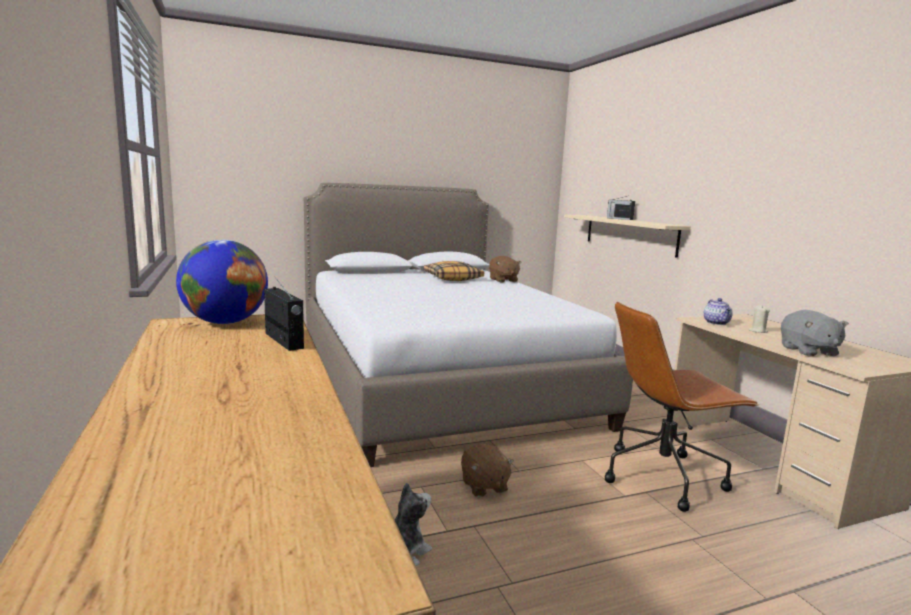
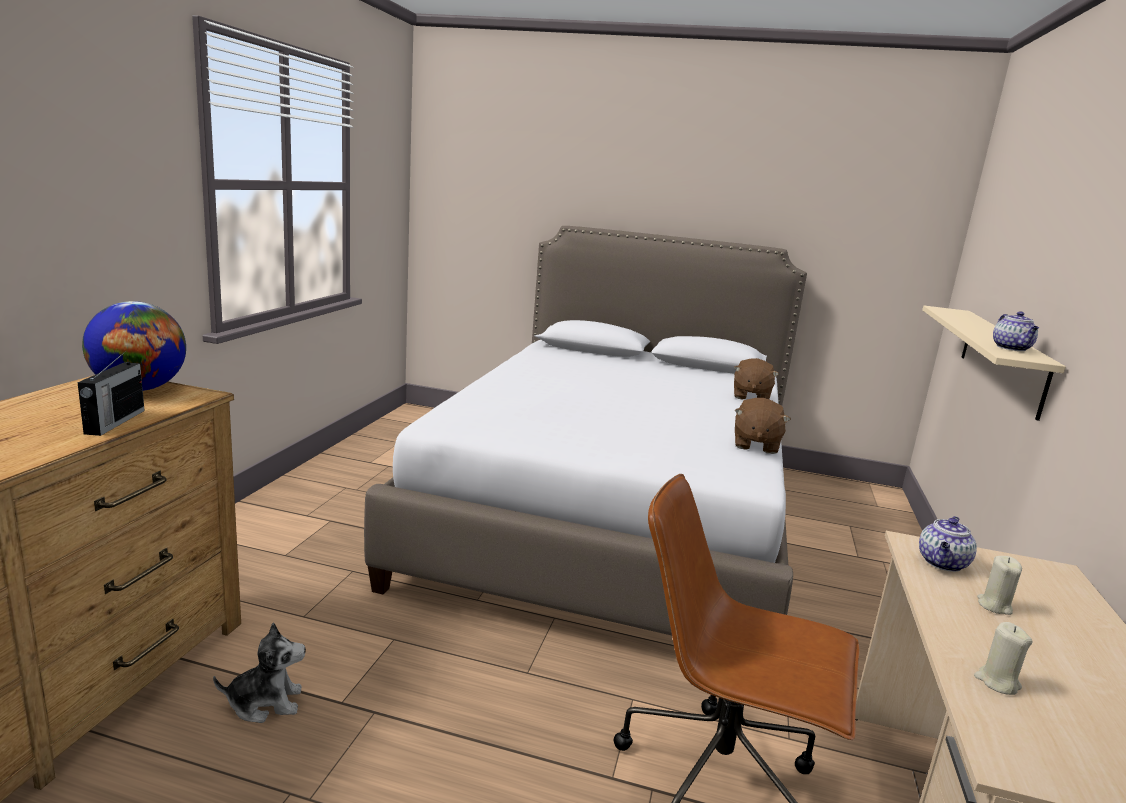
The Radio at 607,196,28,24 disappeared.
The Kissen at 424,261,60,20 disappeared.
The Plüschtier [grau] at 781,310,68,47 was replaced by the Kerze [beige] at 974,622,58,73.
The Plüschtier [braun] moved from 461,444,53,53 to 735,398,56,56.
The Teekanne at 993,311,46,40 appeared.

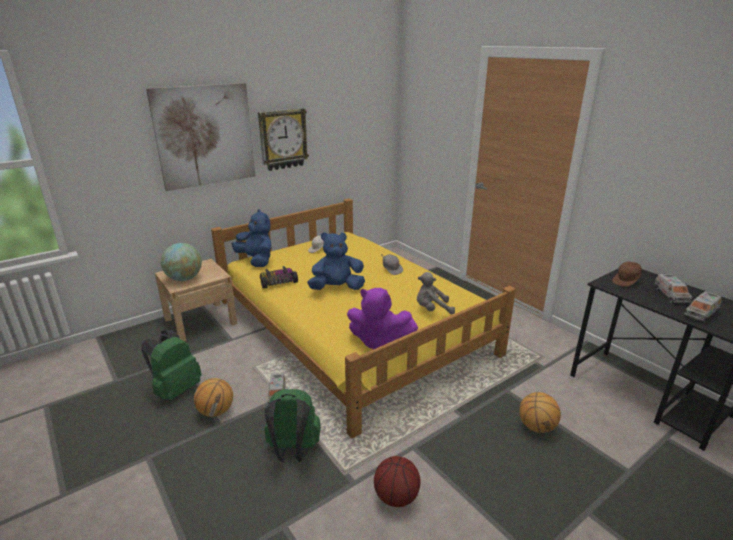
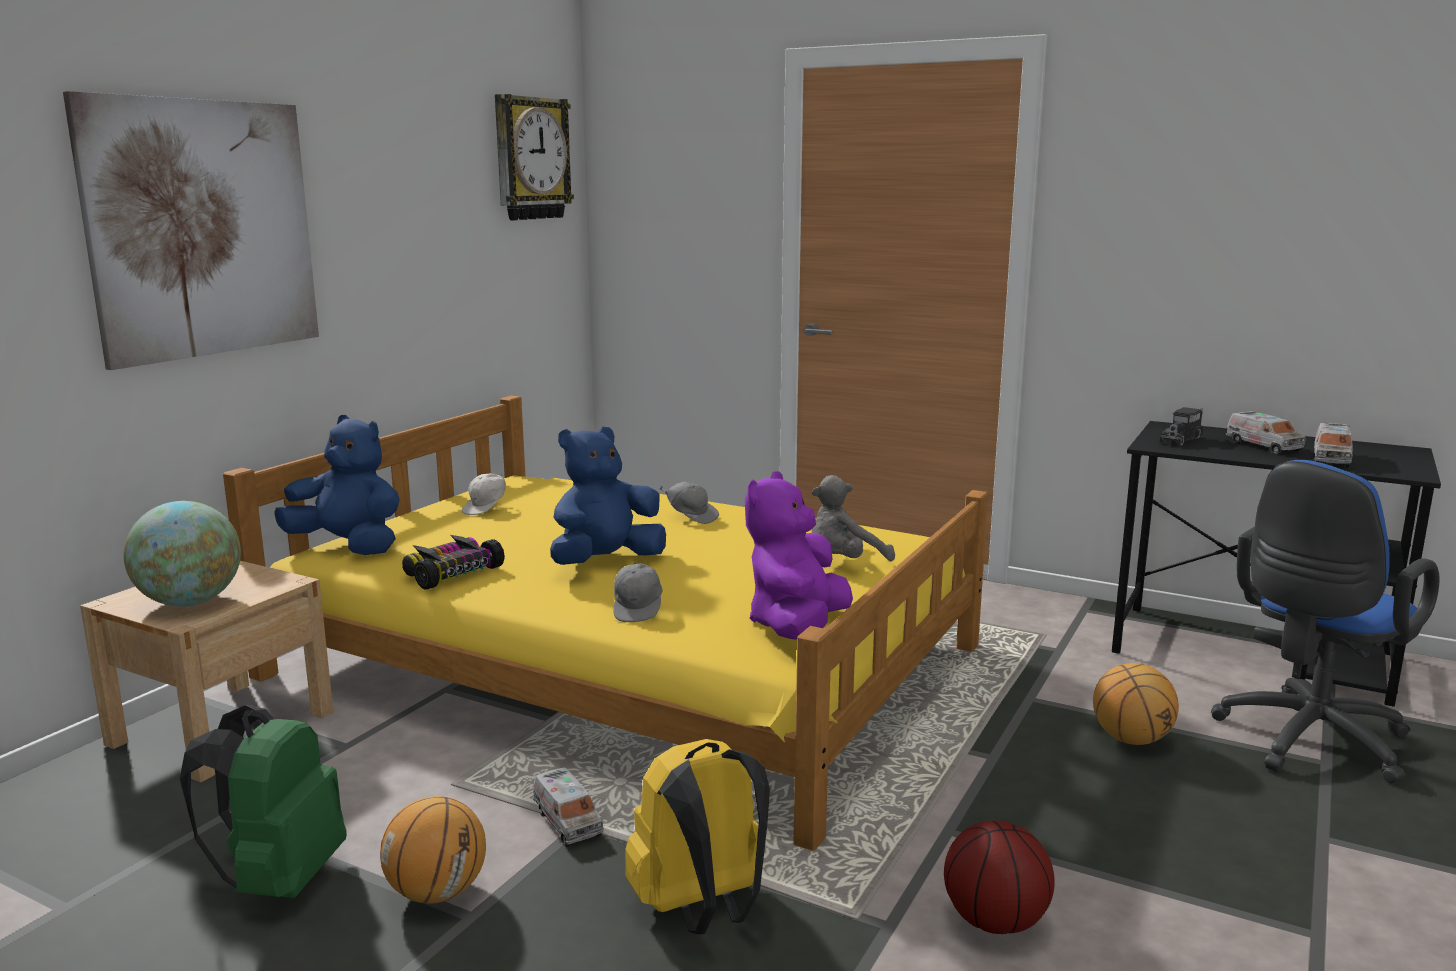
The Wanduhr moved from 258,108,51,63 to 495,94,79,126.
The Kappe [braun] at 612,262,30,25 was replaced by the Spielzeuglaster at 1160,407,43,40.
The Plüschtier [lila] at 347,288,71,62 turned 120 degrees clockwise.
The Rucksack [grün] at 265,389,56,73 became the Rucksack [gelb] at 625,739,145,195.
The Bürostuhl [blau] at 1211,460,229,324 appeared.
The Kappe [grau] at 613,561,50,61 appeared.

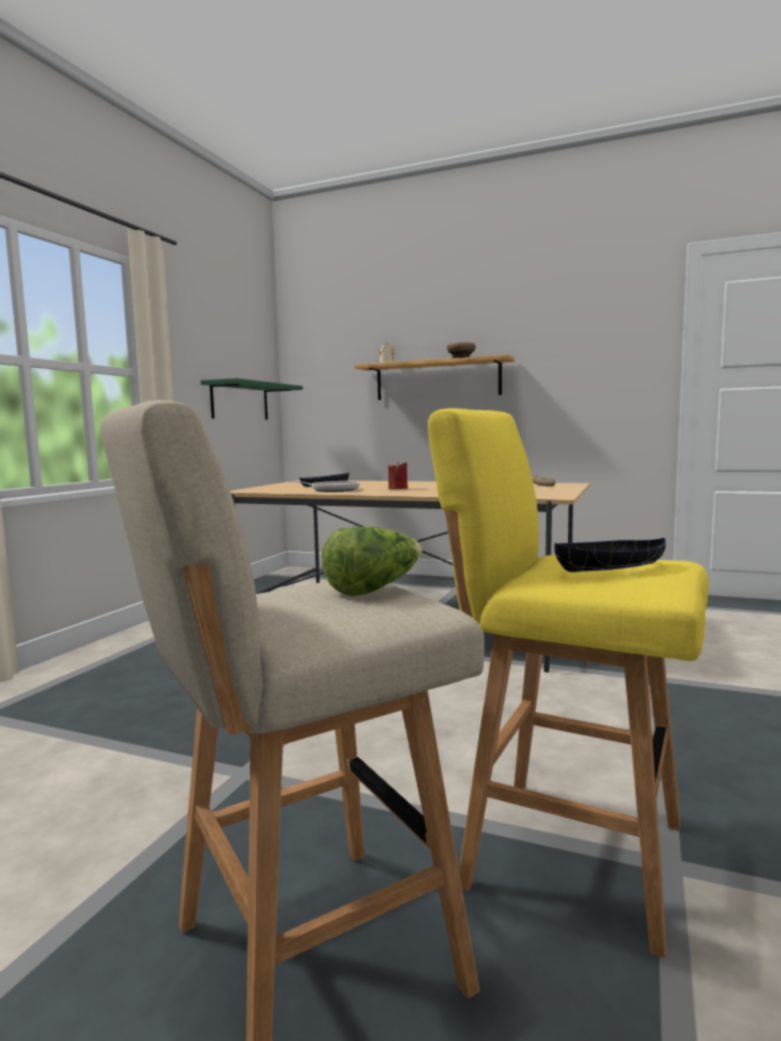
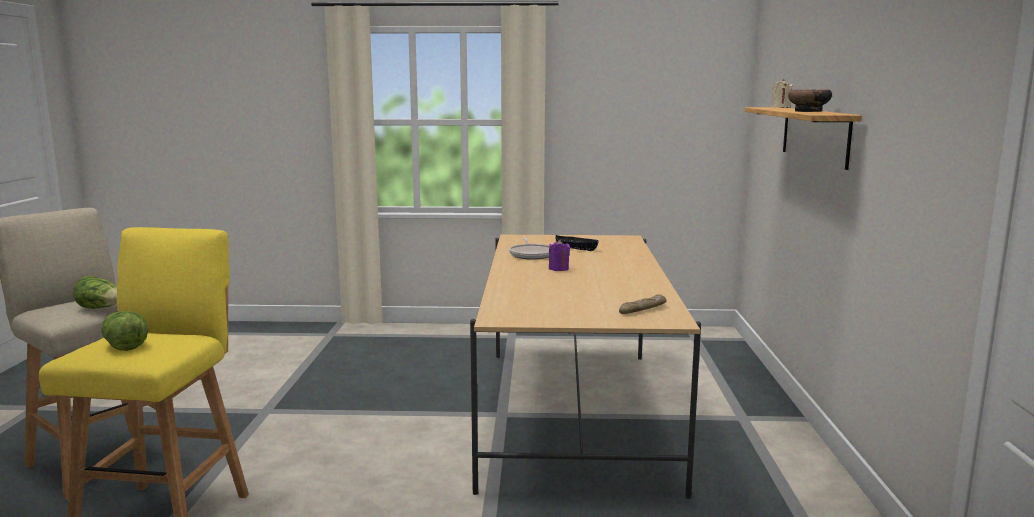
The Wandregal [grün] at 201,378,102,42 disappeared.
The Kerze [rot] at 388,460,20,29 became the Kerze [lila] at 549,240,21,31.
The Schüssel [schwarz] at 554,538,112,34 was replaced by the Salatkopf at 101,311,47,40.

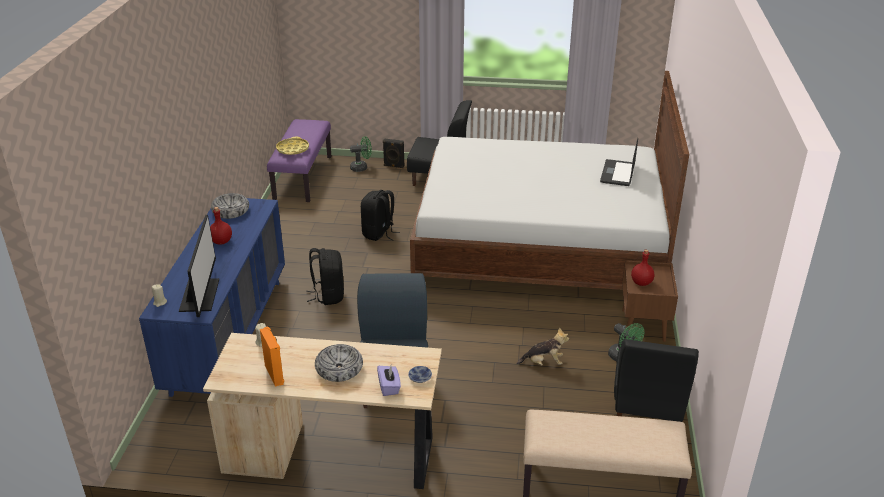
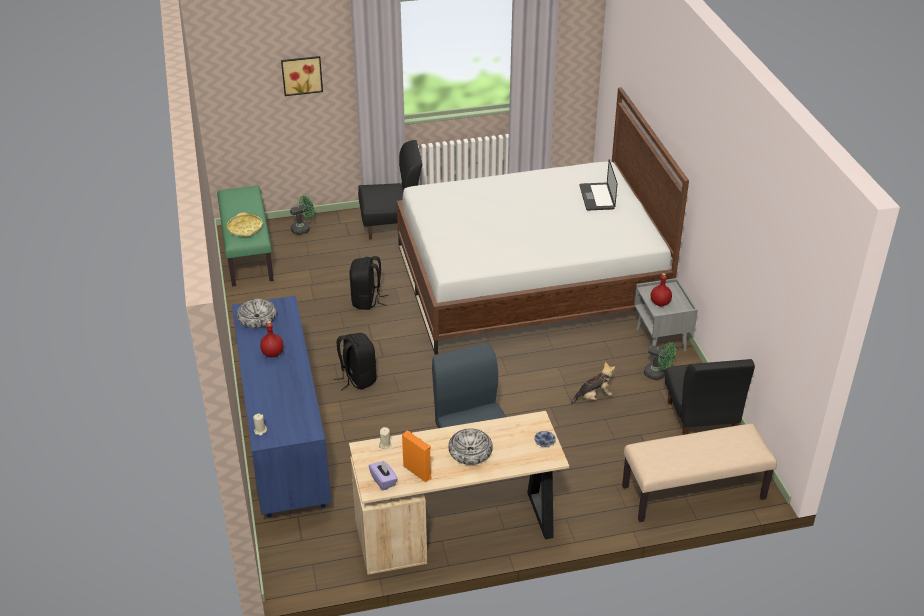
The Bank [lila] at 267,119,64,83 became the Bank [grün] at 217,186,57,100.
The Lautsprecher [schwarz] at 383,138,21,30 disappeared.
The Monitor at 179,215,40,102 disappeared.
The Nachttisch [braun] at 622,260,56,82 became the Nachttisch [grau] at 634,278,64,79.
The Taschentuchbox [lila] moved from 377,366,24,30 to 369,461,29,29.
The Bild at 281,56,42,40 appeared.

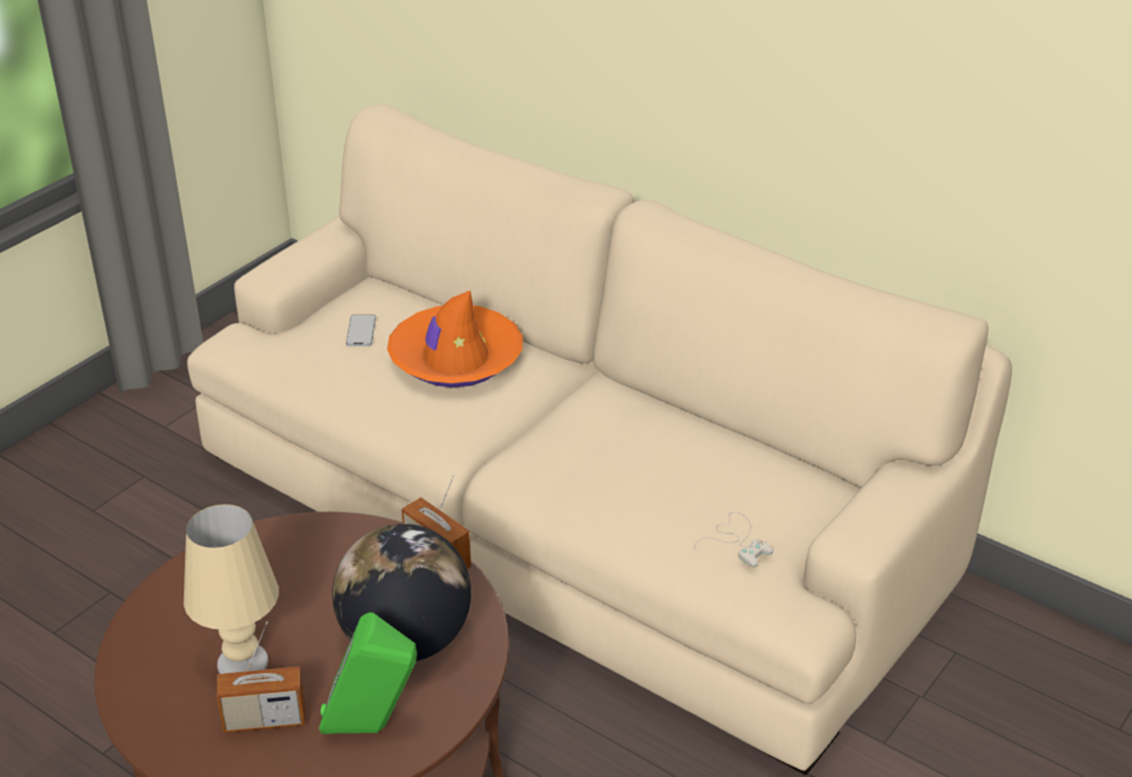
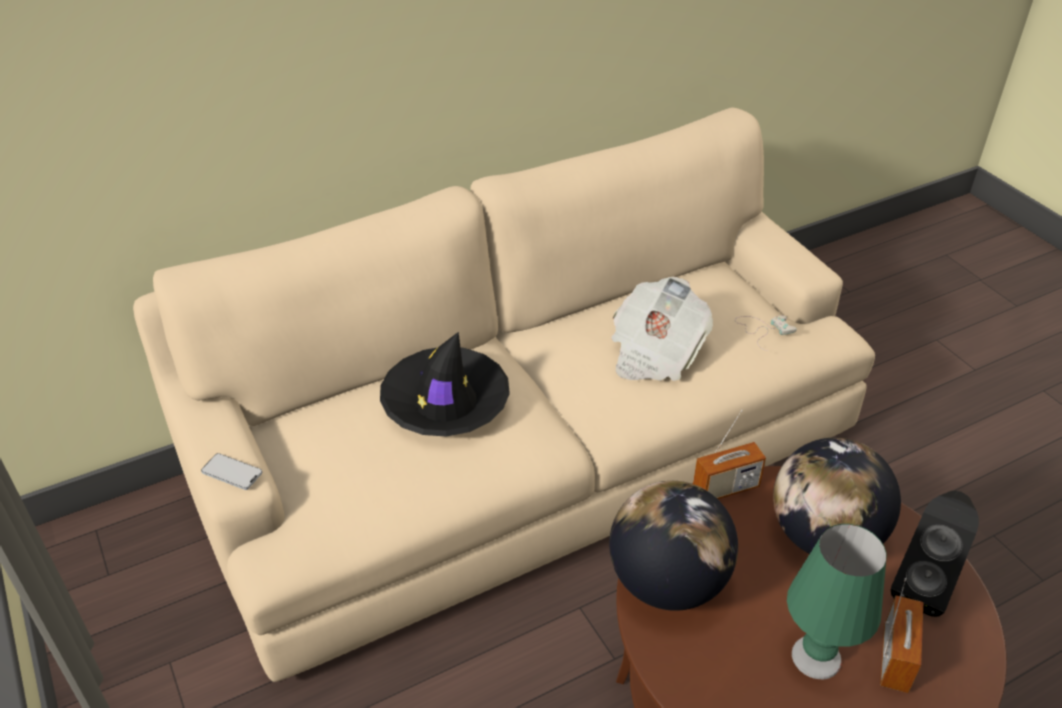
The Hut [orange] at 387,291,136,97 became the Hut [schwarz] at 380,332,130,104.
The Handy moved from 346,315,30,31 to 201,453,61,37.
The Tischlampe [beige] at 184,504,95,170 became the Tischlampe [grün] at 787,524,100,155.
The Lautsprecher [grün] at 319,612,98,122 became the Lautsprecher [schwarz] at 891,491,88,126.
The Zeitung at 611,277,102,104 appeared.
The Globus at 609,481,129,130 appeared.

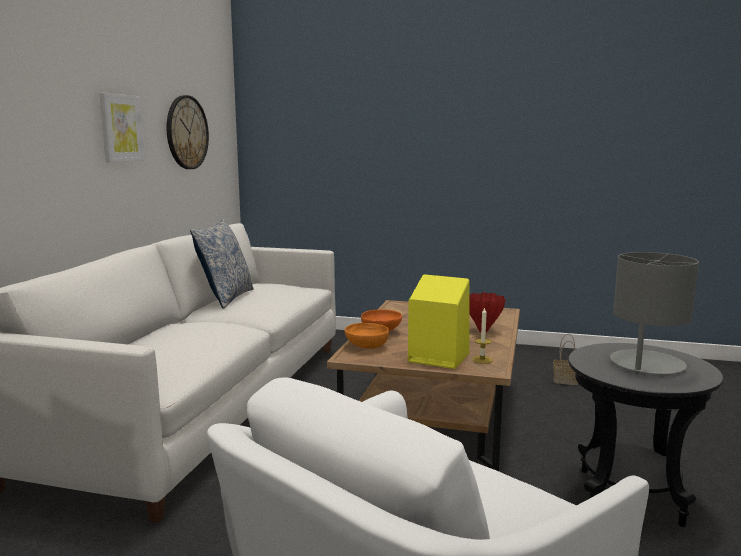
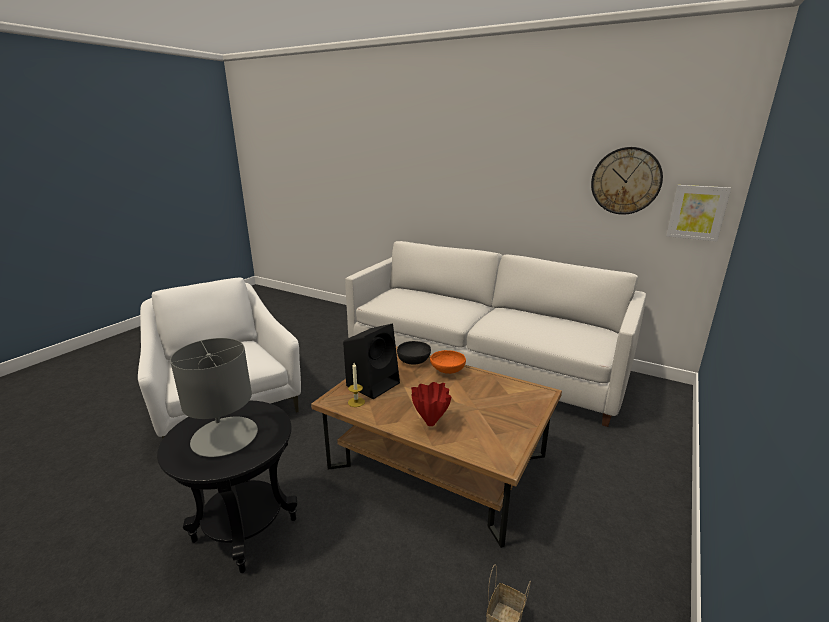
The Bild moved from 100,93,45,69 to 667,185,64,57.
The Kissen at 190,219,64,90 disappeared.
The Lautsprecher [gelb] at 408,274,62,95 became the Lautsprecher [schwarz] at 343,324,57,75.
The Schüssel [orange] at 345,323,44,26 became the Schüssel [schwarz] at 397,341,34,24.

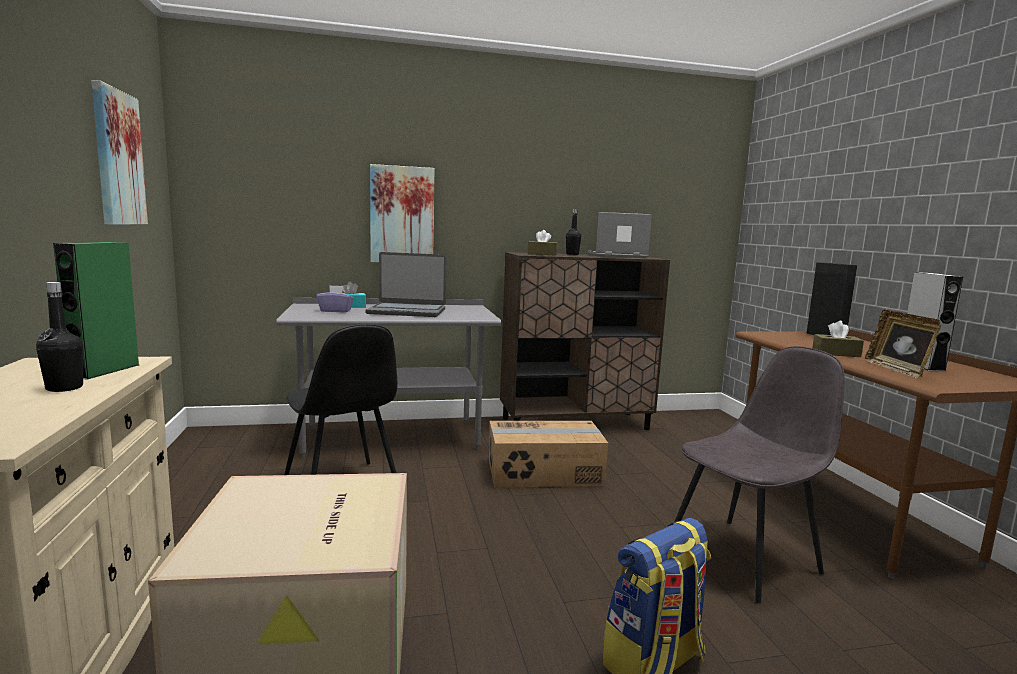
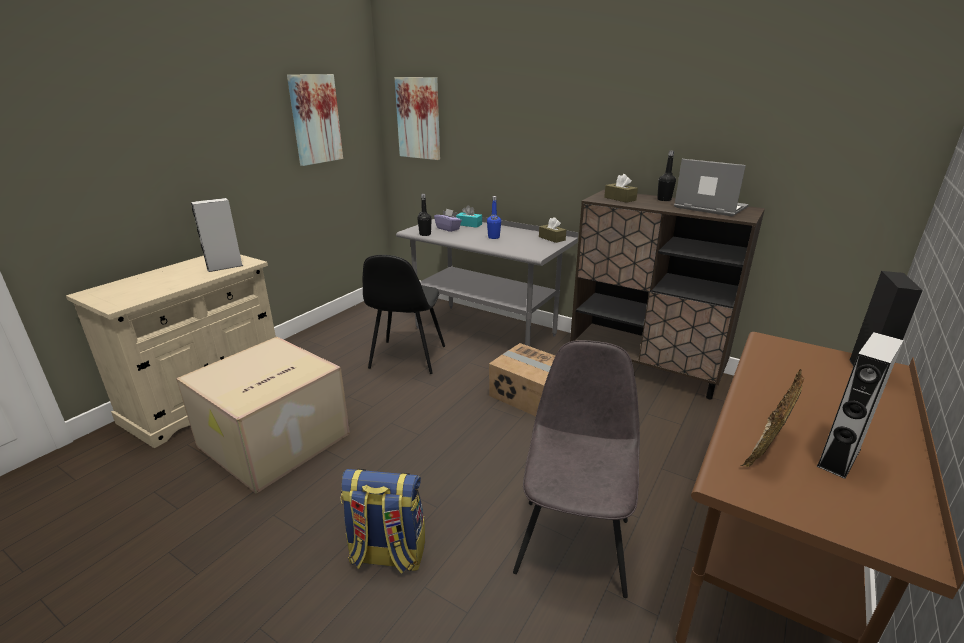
The Bild moved from 370,164,64,98 to 395,77,45,83.
The Lautsprecher [grün] at 53,242,86,138 became the Lautsprecher [grau] at 191,198,52,74.
The Laptop at 365,252,82,65 was replaced by the Flasche [blau] at 487,196,14,43.
The Flasche [schwarz] moved from 36,282,47,110 to 417,194,15,42.
The Taschentuchbox [braun] moved from 812,321,52,36 to 539,217,27,26.
The Stuhl [grau] at 674,346,170,257 turned 90 degrees counterclockwise.

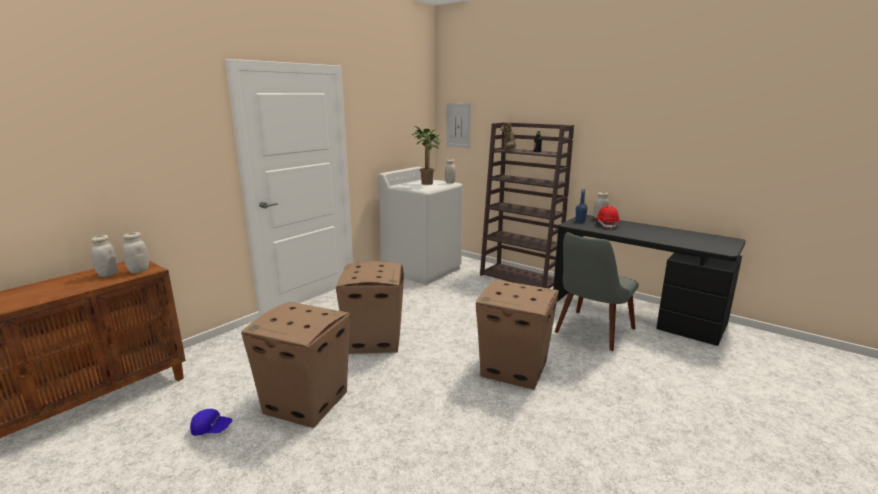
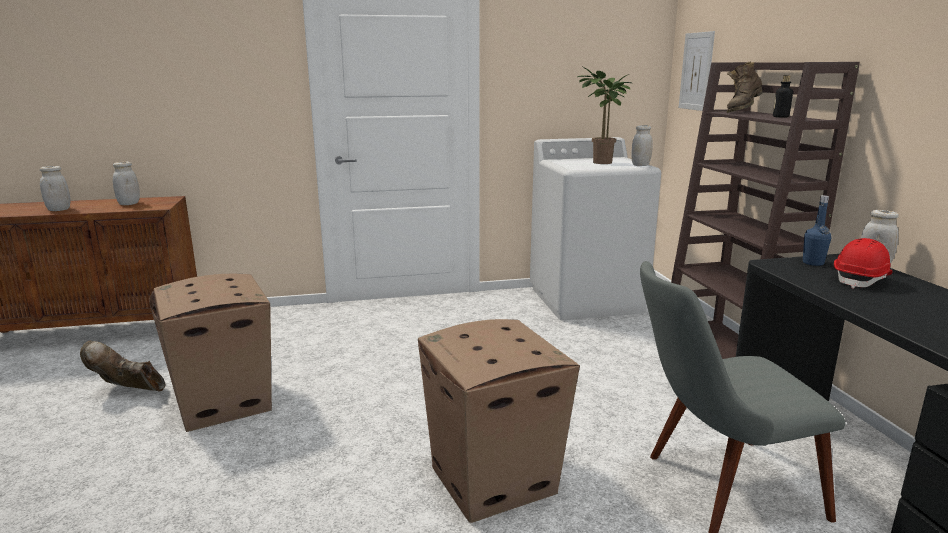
The Vorratsglas [weiß] moved from 123,232,26,41 to 40,166,31,45.
The Karton at 336,261,68,93 disappeared.
The Kappe [blau] at 190,409,42,27 was replaced by the Stiefel [braun] at 80,341,85,51.

